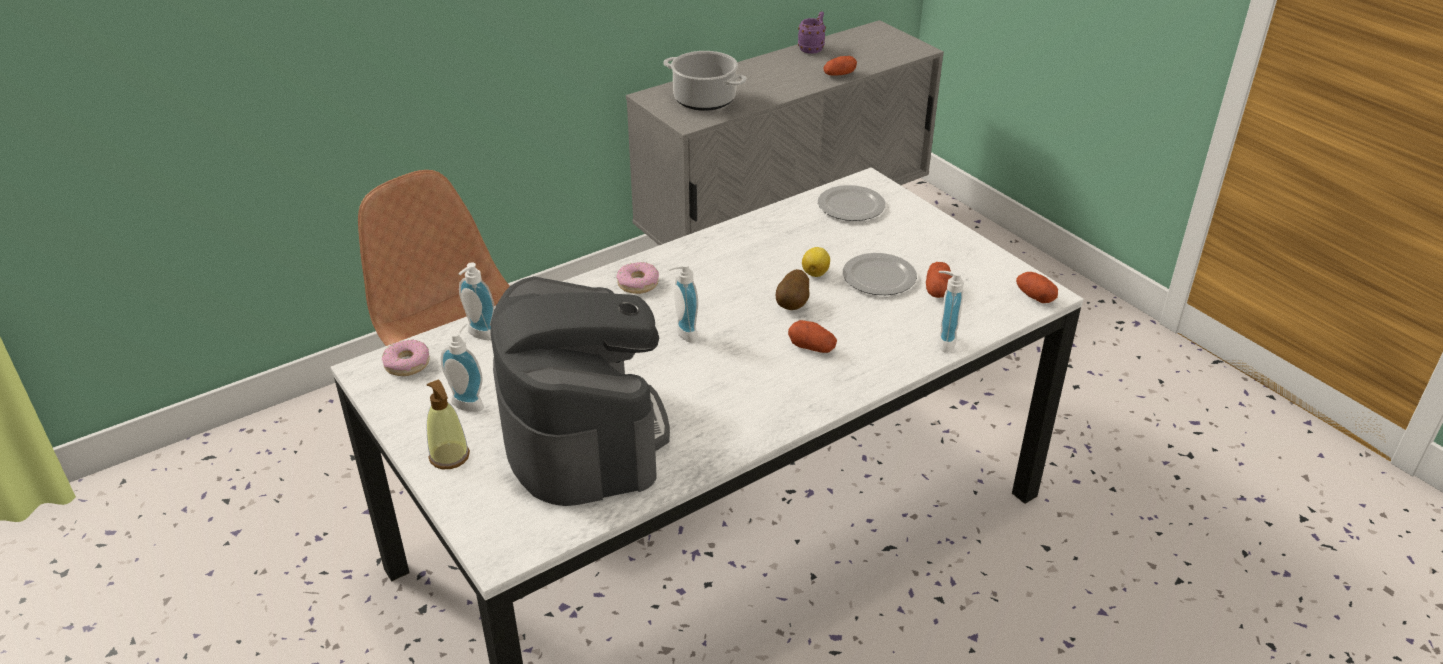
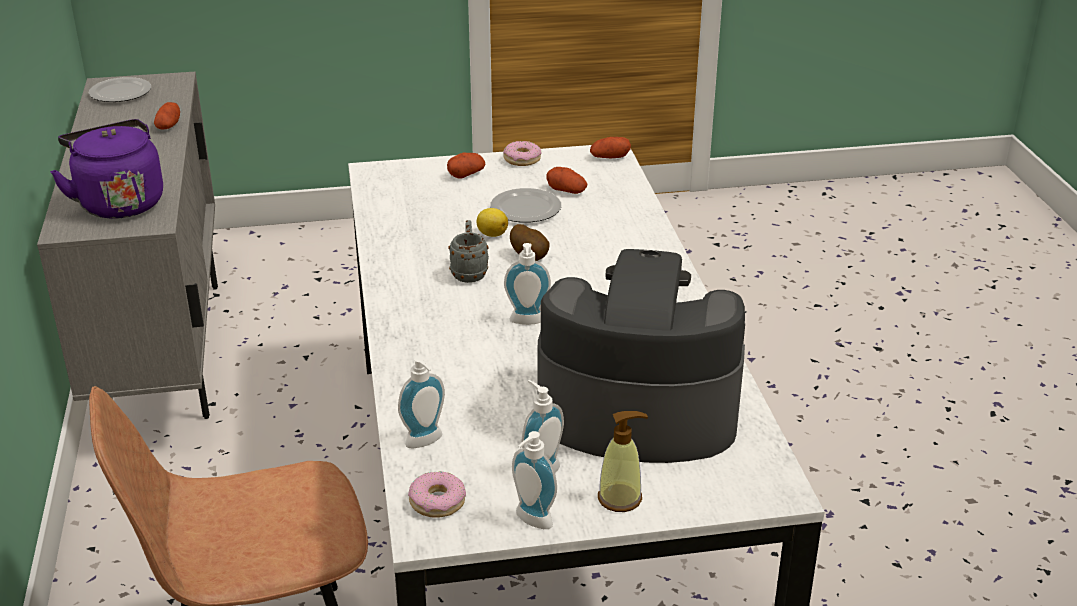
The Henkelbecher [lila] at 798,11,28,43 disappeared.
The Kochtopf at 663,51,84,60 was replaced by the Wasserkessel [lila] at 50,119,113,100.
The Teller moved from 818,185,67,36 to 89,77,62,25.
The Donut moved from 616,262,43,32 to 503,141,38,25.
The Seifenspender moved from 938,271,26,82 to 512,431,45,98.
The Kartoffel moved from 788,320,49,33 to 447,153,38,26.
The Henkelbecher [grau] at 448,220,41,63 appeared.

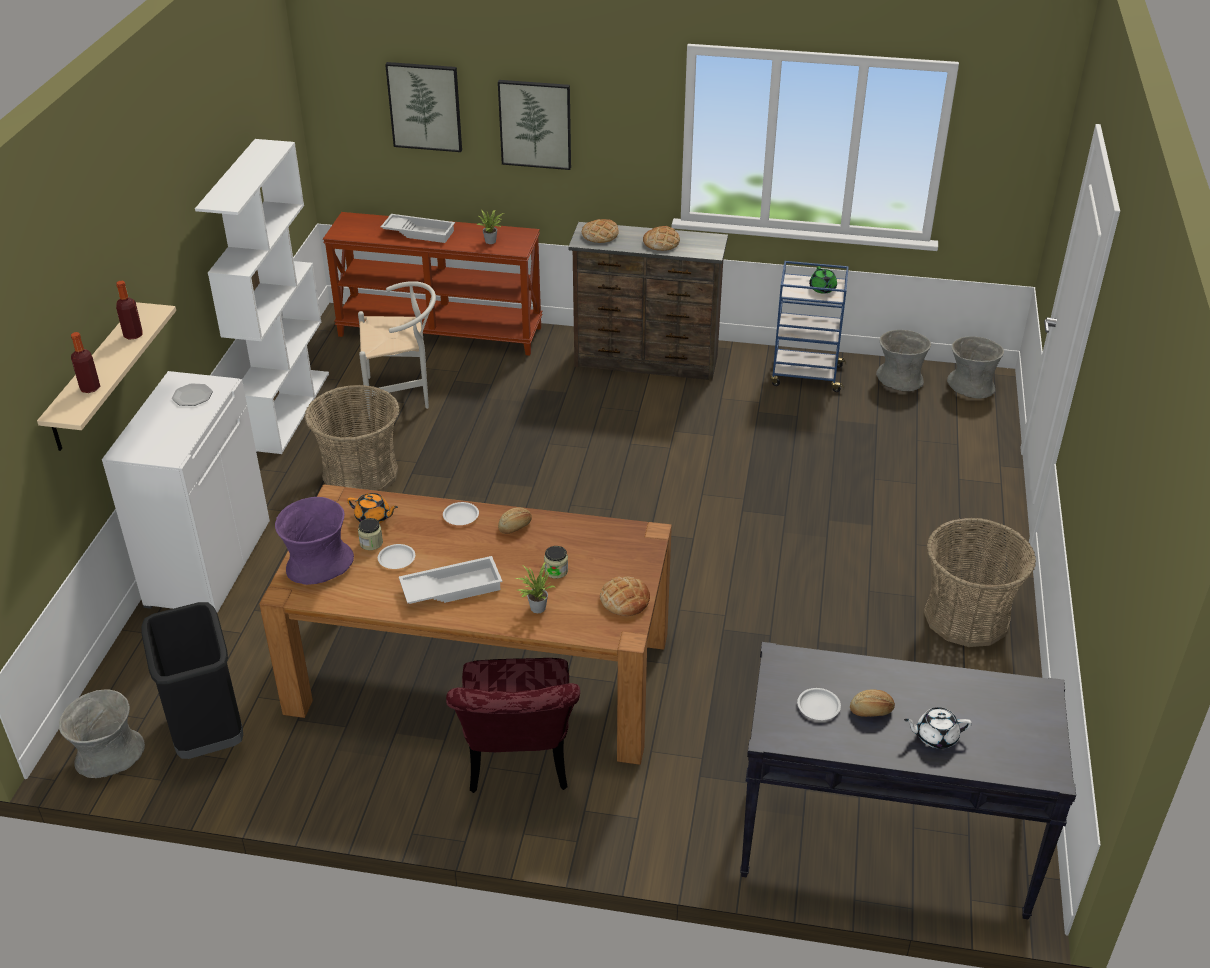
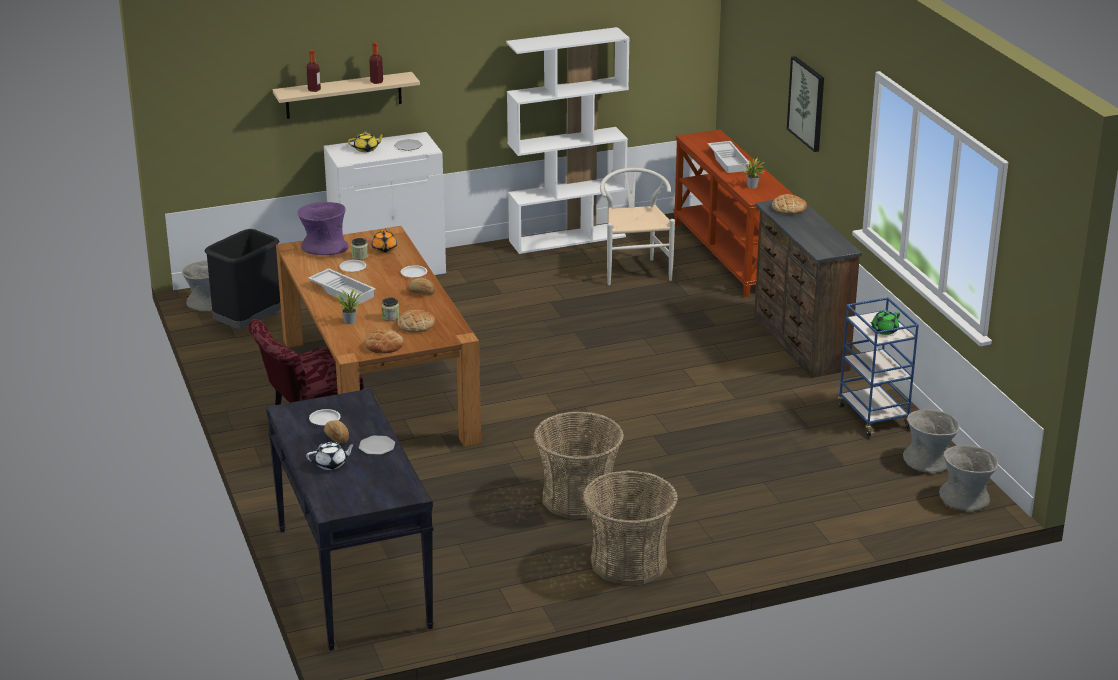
The Bild at 385,62,77,90 disappeared.
The Brot moved from 643,226,37,25 to 397,310,39,23.
The Stuhl [weiß] at 358,281,78,139 turned 150 degrees counterclockwise.
The Korb moved from 305,385,95,106 to 533,411,91,108.
The Teekanne [weiß] at 904,707,68,42 turned 105 degrees clockwise.
The Teekanne [gelb] at 348,132,37,20 appeared.
The Teller at 359,436,36,19 appeared.

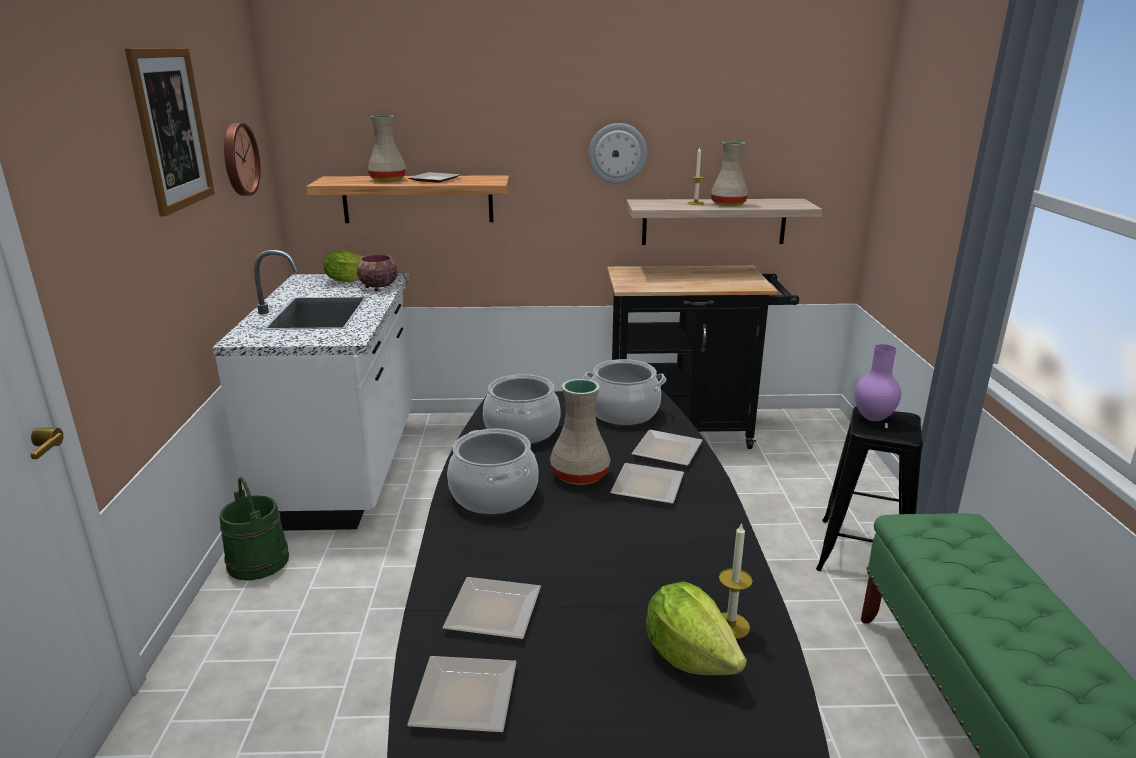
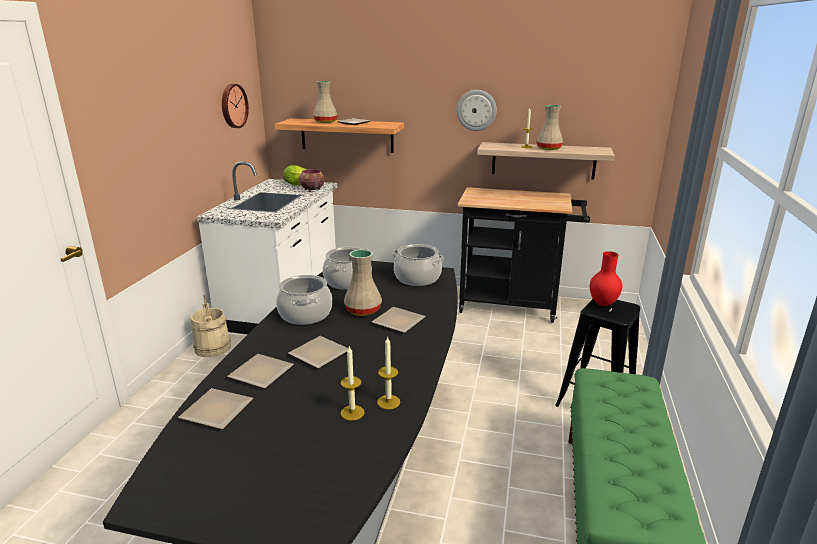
The Bild at 125,48,90,168 disappeared.
The Vase [lila] at 854,344,47,77 became the Vase [rot] at 590,251,32,55.
The Teller moved from 631,430,72,36 to 288,336,60,33.
The Eimer [grün] at 219,477,70,104 became the Eimer [beige] at 191,295,40,62.
The Salatkopf at 645,582,102,93 was replaced by the Kerze at 341,345,24,76.

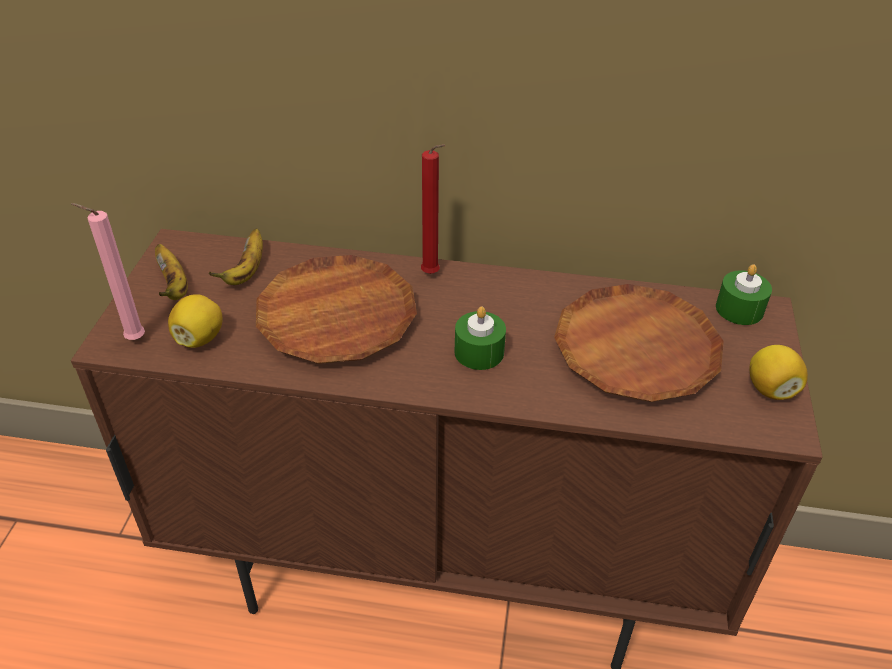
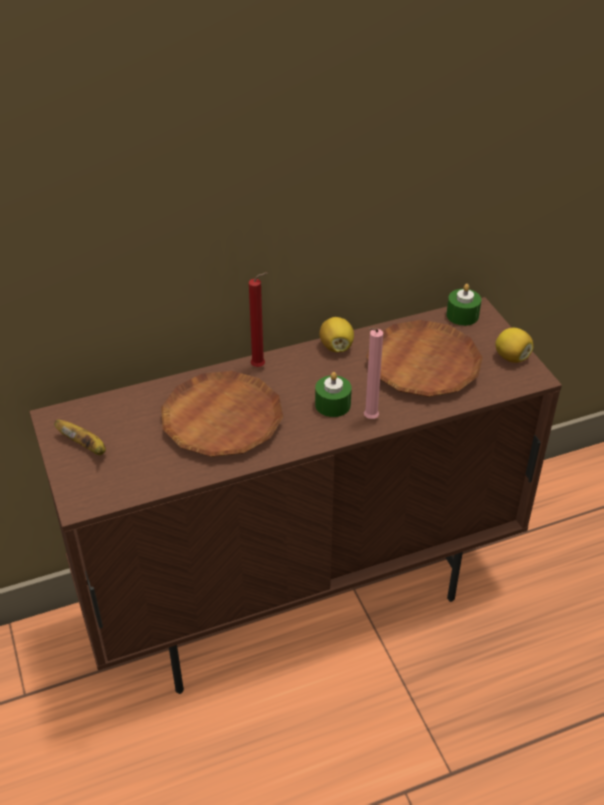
The Kerze [rosa] moved from 71,203,74,137 to 364,328,19,91.
The Banane at 209,228,54,57 disappeared.
The Zitrone moved from 168,294,54,54 to 319,317,35,35.

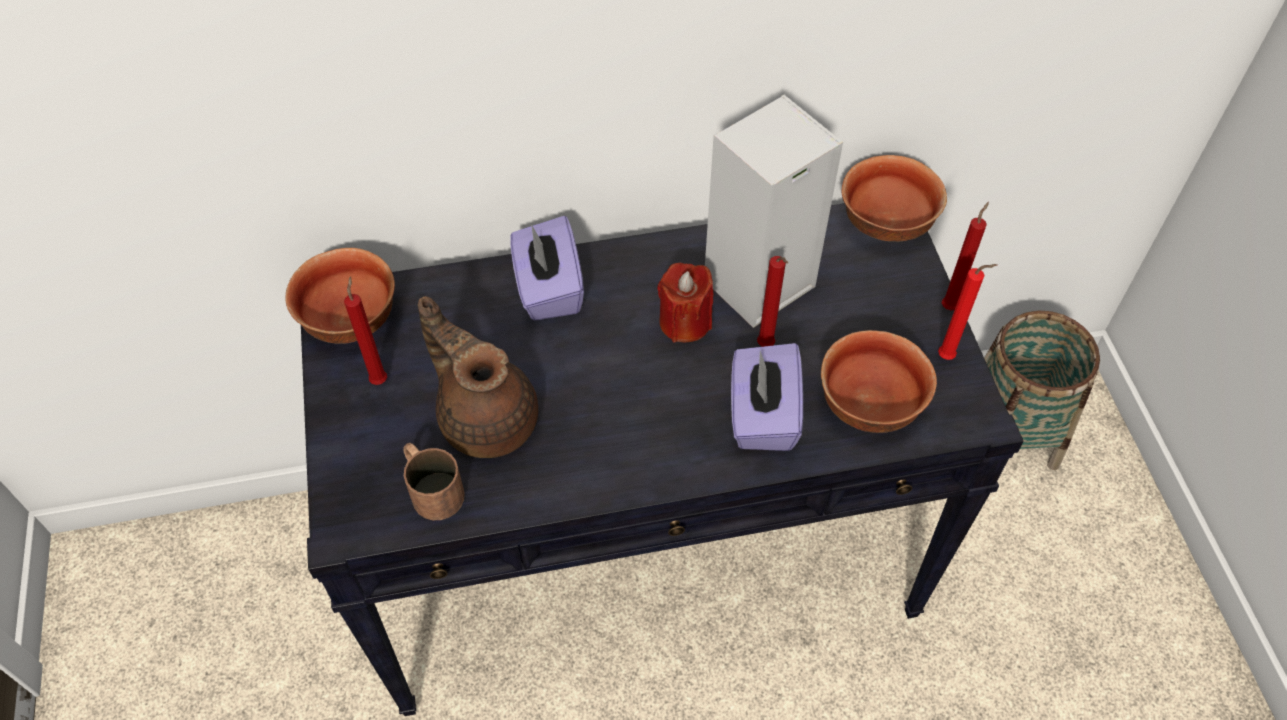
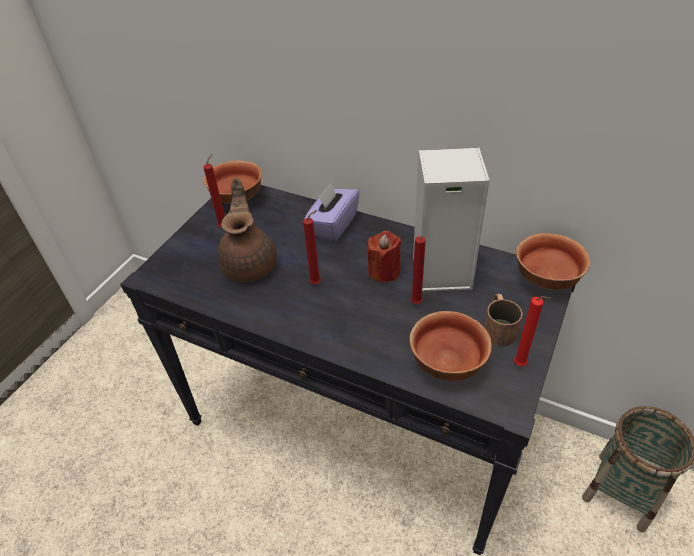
The Kerze [rot] moved from 942,202,47,108 to 303,210,18,74.
The Taschentuchbox [lila] at 731,343,72,108 disappeared.
The Henkelbecher [braun] moved from 403,443,62,77 to 484,293,39,54.

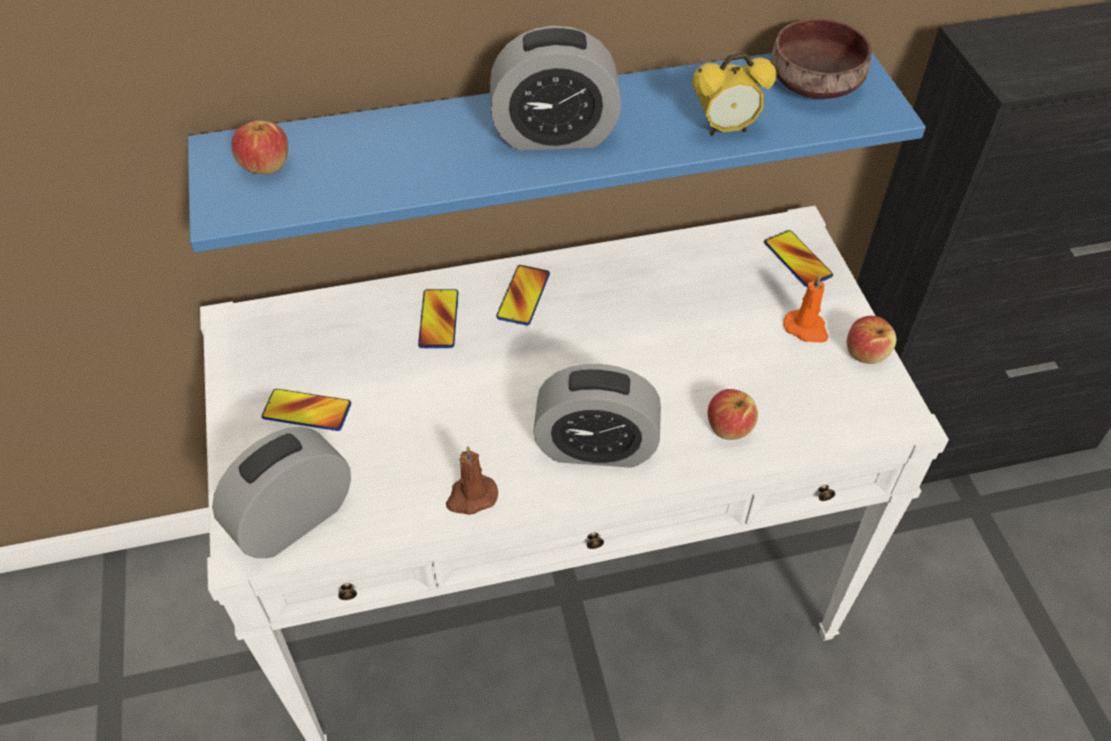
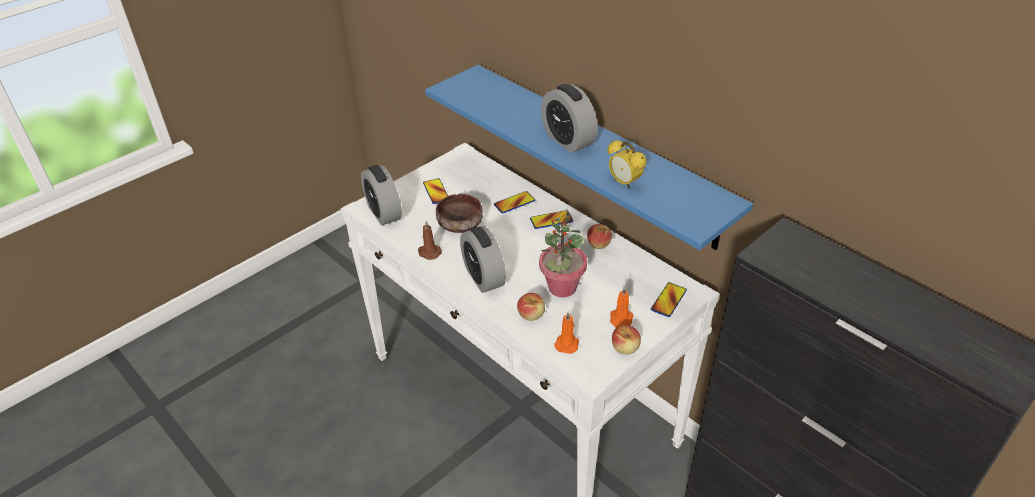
The Schüssel [braun] moved from 771,18,101,81 to 436,194,47,39.
The Apfel moved from 232,121,56,53 to 587,224,25,25.
The Wecker at 212,426,139,132 turned 135 degrees counterclockwise.
The Topfpflanze at 539,209,48,88 appeared.
The Kerze [orange] at 554,311,25,43 appeared.

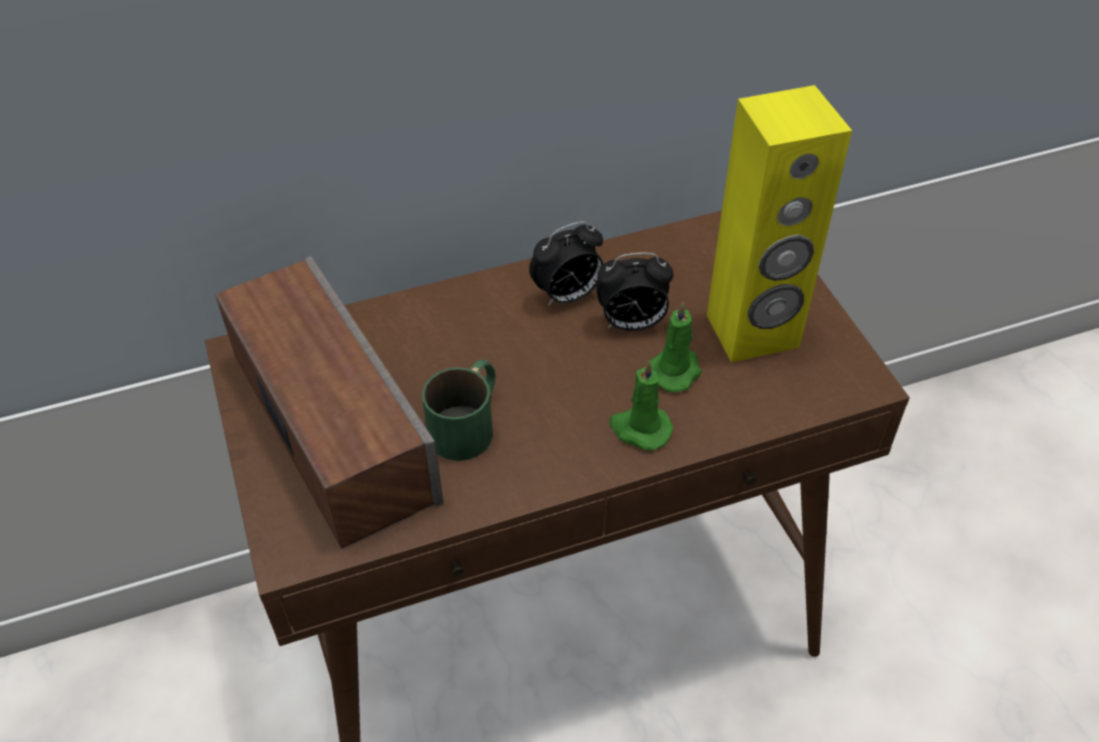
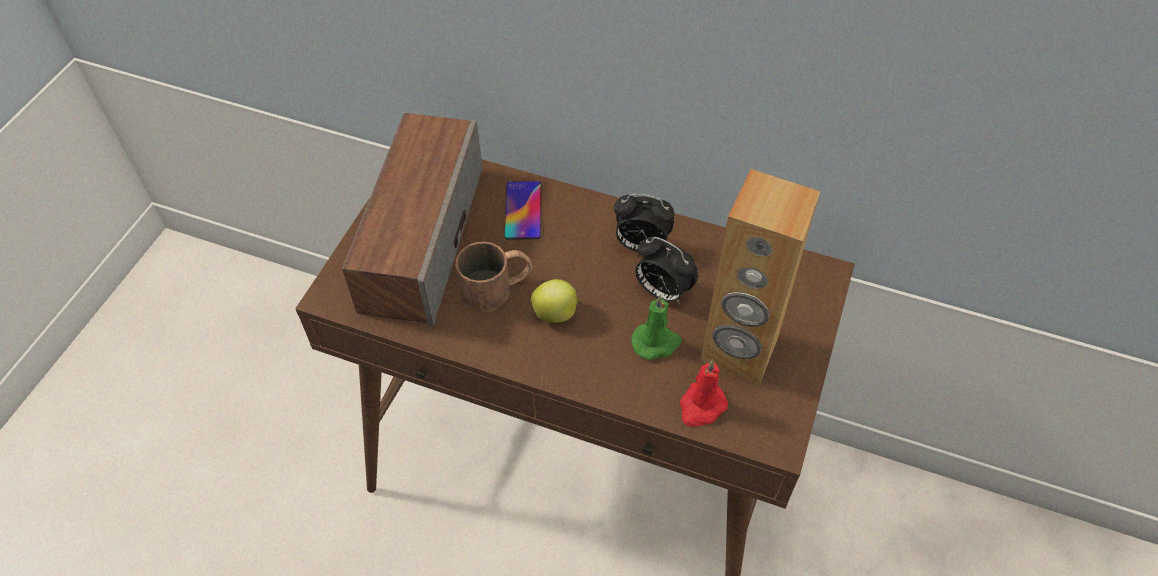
The Lautsprecher [gelb] at 707,85,145,278 became the Lautsprecher [braun] at 700,169,120,216.
The Henkelbecher [grün] at 422,360,73,101 became the Henkelbecher [braun] at 456,242,76,70.
The Kerze [grün] at 610,360,63,91 disappeared.
The Handy at 504,181,38,58 appeared.
The Apfel at 531,279,51,44 appeared.
The Kerze [rot] at 680,359,48,68 appeared.

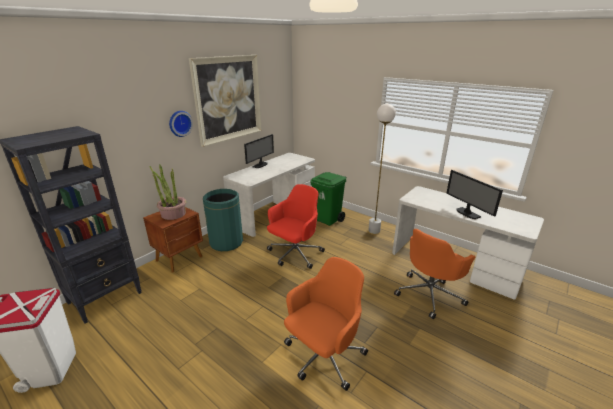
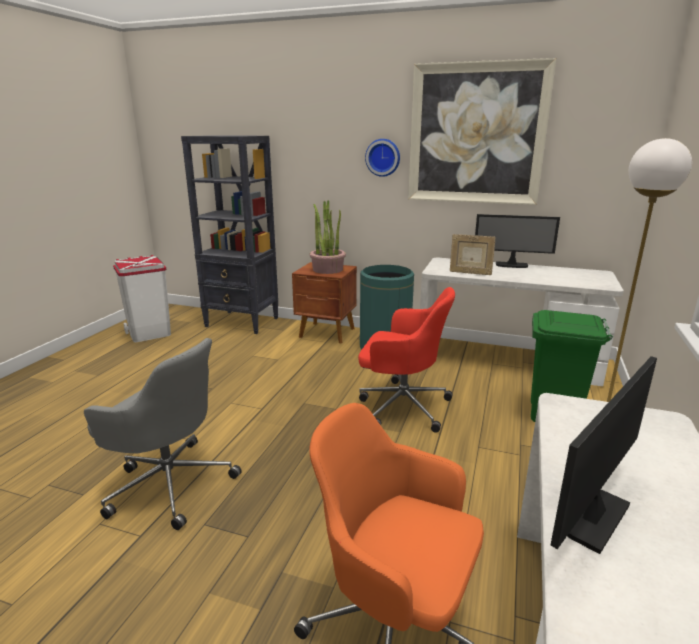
The Bürostuhl [orange] at 284,257,84,134 became the Bürostuhl [grau] at 84,338,158,192.
The Bilderrahmen at 450,234,46,41 appeared.

